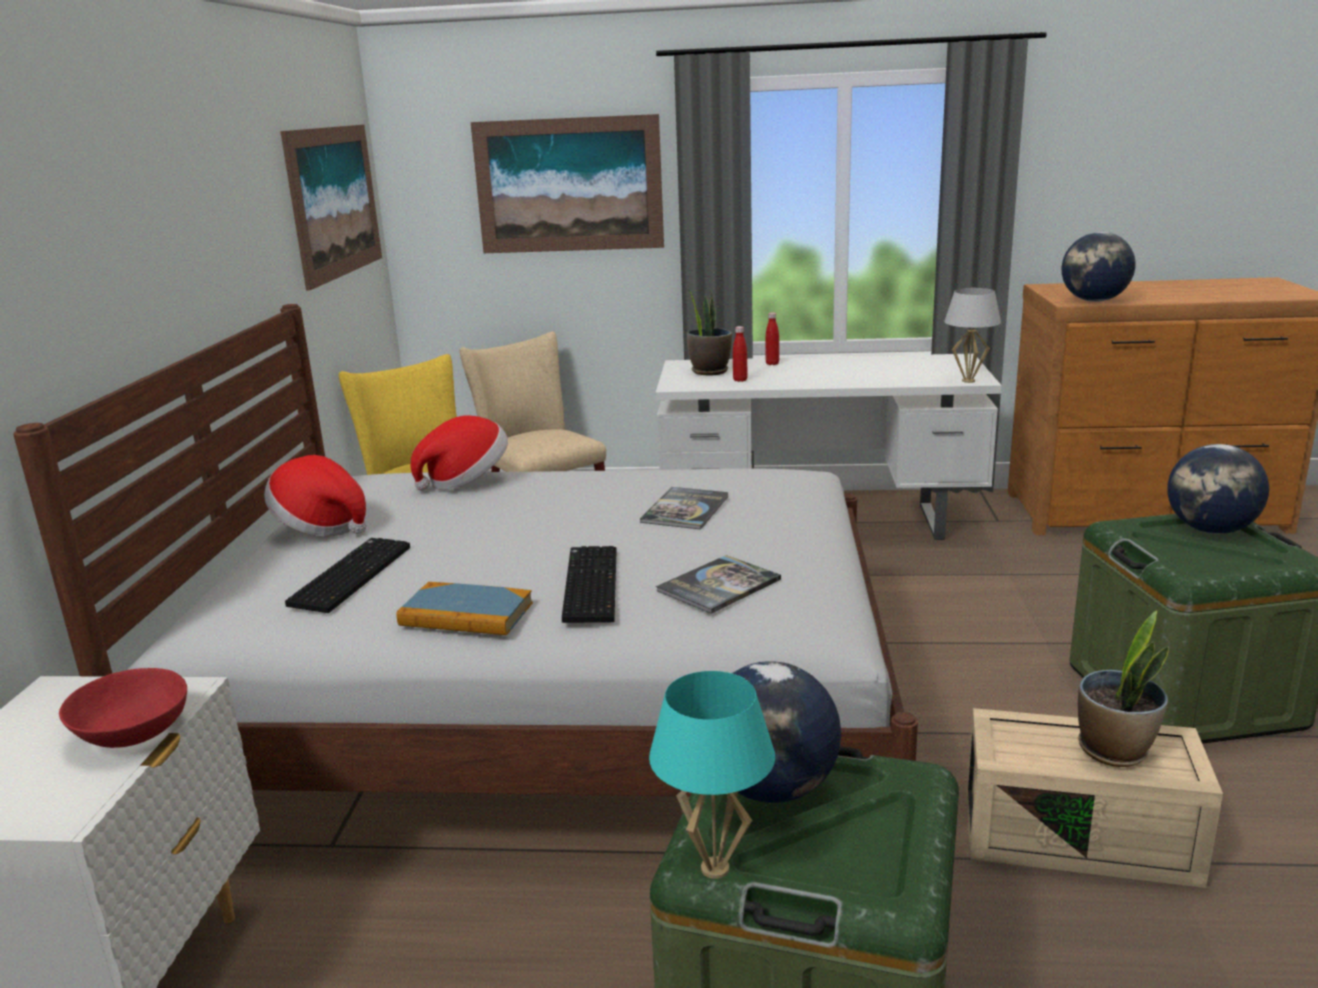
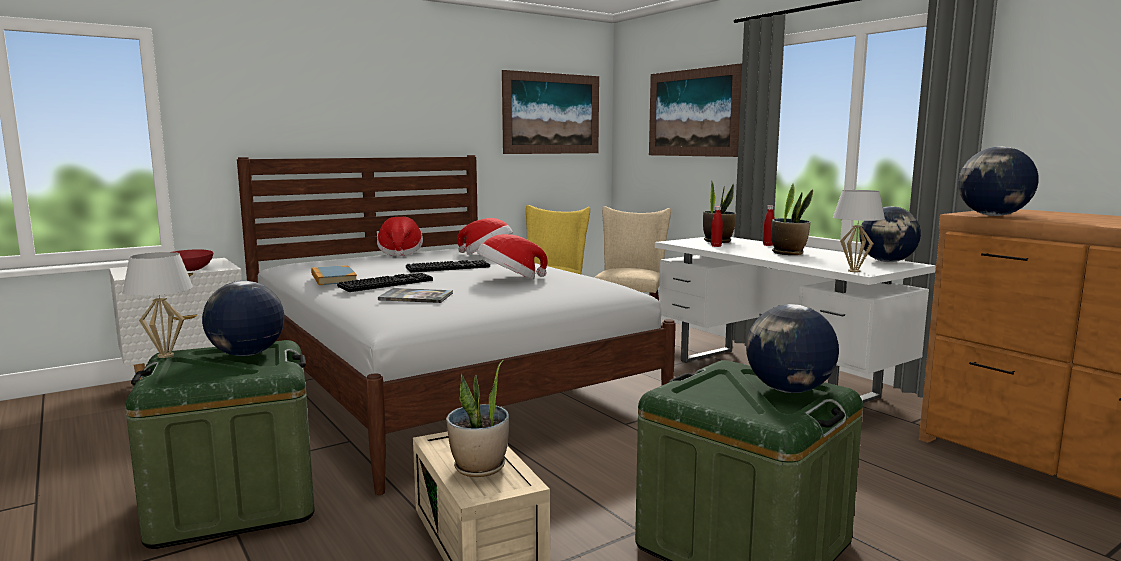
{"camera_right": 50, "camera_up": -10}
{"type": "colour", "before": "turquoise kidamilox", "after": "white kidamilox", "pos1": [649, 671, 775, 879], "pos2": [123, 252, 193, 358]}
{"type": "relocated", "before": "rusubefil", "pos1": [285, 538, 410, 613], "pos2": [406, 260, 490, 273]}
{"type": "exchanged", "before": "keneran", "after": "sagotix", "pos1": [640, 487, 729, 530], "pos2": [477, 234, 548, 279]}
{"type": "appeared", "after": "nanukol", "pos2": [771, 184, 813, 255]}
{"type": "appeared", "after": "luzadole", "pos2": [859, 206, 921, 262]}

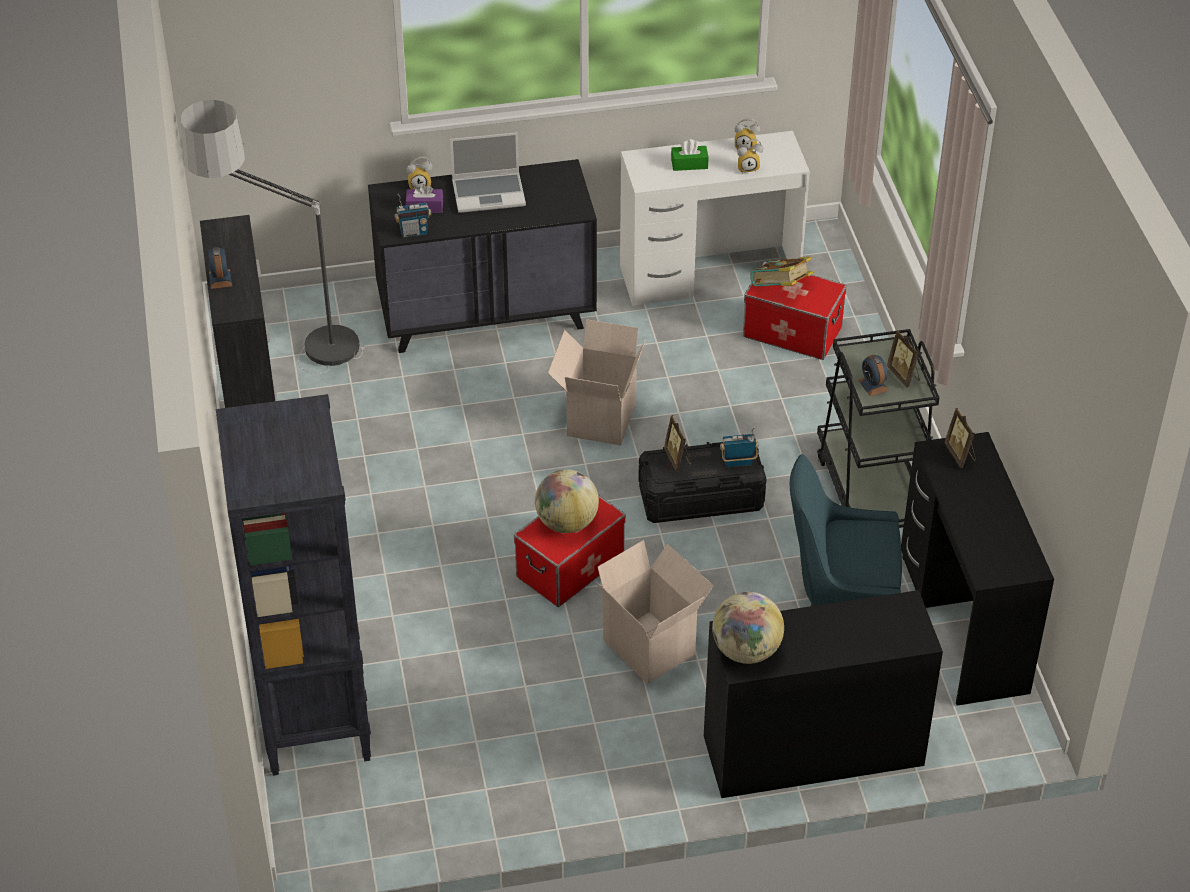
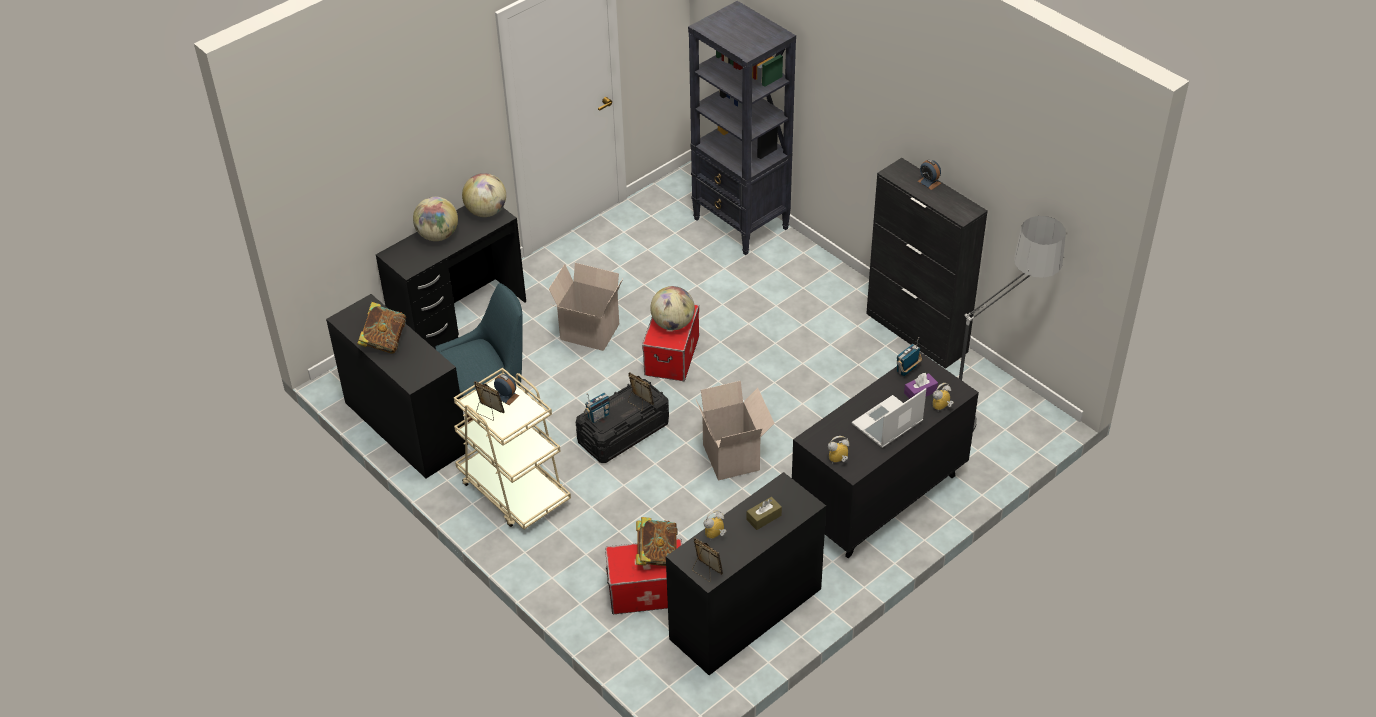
{"camera_right": 150, "camera_up": 0}
{"type": "appeared", "after": "keneran", "pos2": [357, 302, 406, 354]}
{"type": "appeared", "after": "luzadole", "pos2": [413, 197, 458, 241]}
{"type": "colour", "before": "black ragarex", "after": "beige ragarex", "pos1": [817, 329, 940, 528], "pos2": [454, 368, 571, 529]}
{"type": "colour", "before": "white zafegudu", "after": "black zafegudu", "pos1": [620, 131, 810, 306], "pos2": [666, 472, 826, 675]}
{"type": "relocated", "before": "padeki", "pos1": [944, 407, 976, 468], "pos2": [692, 538, 723, 582]}
{"type": "colour", "before": "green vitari", "after": "brown vitari", "pos1": [671, 139, 709, 171], "pos2": [747, 497, 782, 530]}
{"type": "relocated", "before": "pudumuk", "pos1": [735, 118, 760, 150], "pos2": [828, 436, 849, 464]}

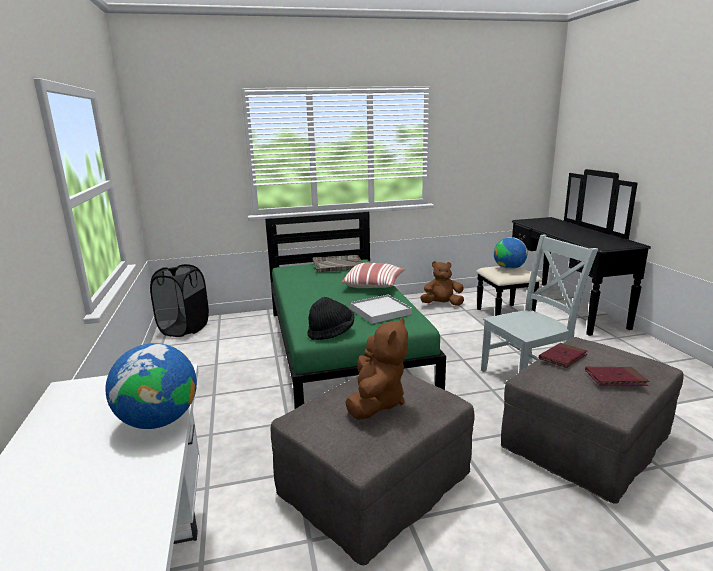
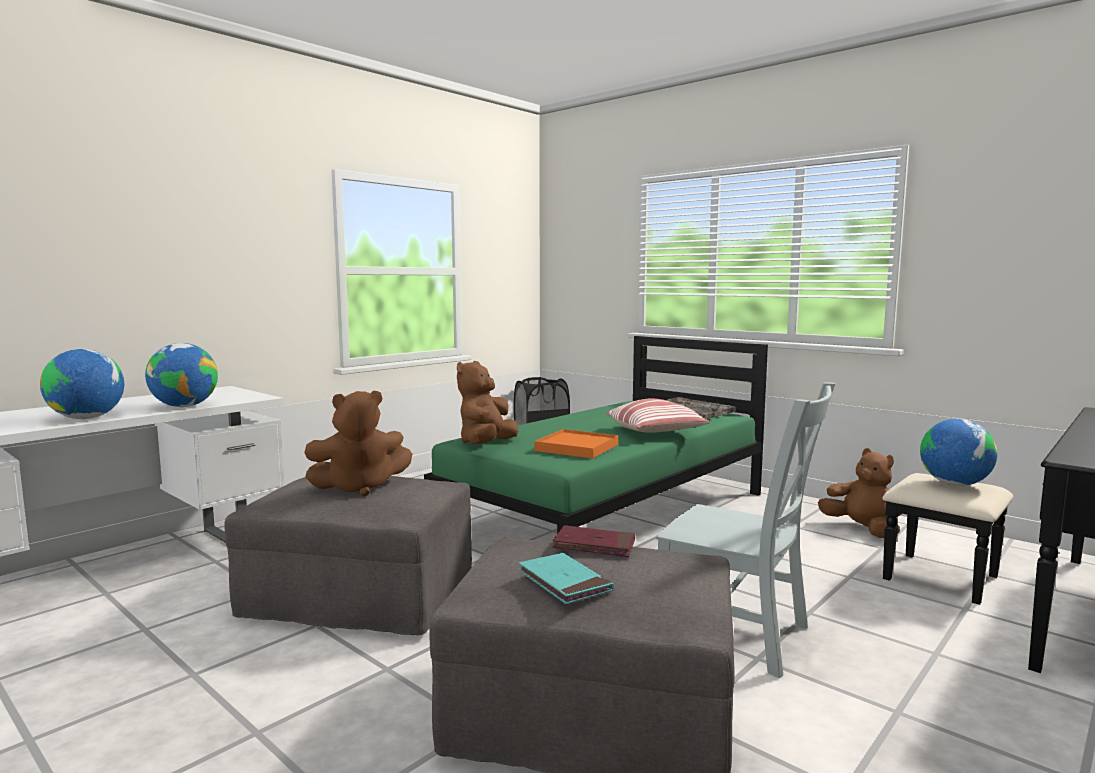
{"camera_right": 55, "camera_up": -10}
{"type": "appeared", "after": "luzadole", "pos2": [40, 349, 124, 419]}
{"type": "exchanged", "before": "black sagotix", "after": "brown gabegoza", "pos1": [307, 297, 354, 340], "pos2": [457, 361, 518, 444]}
{"type": "colour", "before": "red keneran", "after": "turquoise keneran", "pos1": [585, 367, 649, 386], "pos2": [518, 553, 613, 604]}
{"type": "colour", "before": "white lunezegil", "after": "orange lunezegil", "pos1": [350, 295, 412, 324], "pos2": [534, 429, 618, 459]}

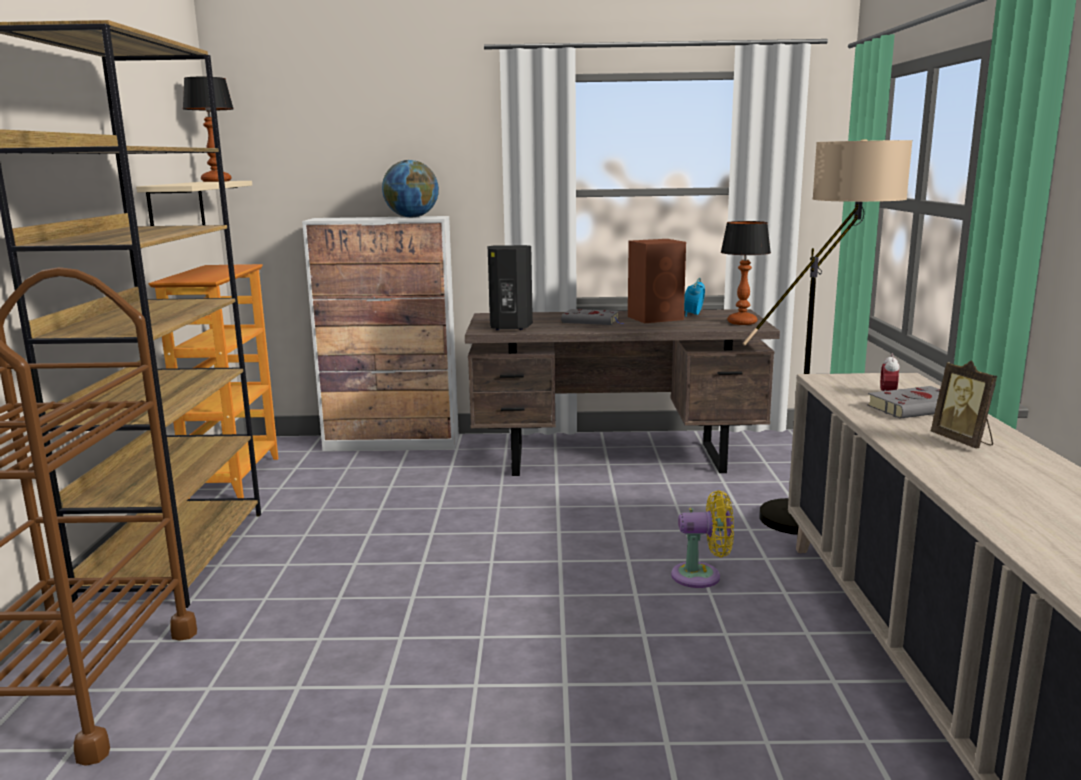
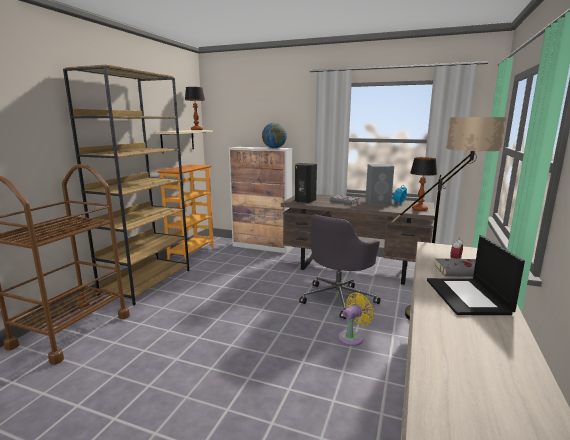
{"camera_right": 20, "camera_up": 0}
{"type": "appeared", "after": "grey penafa", "pos2": [299, 214, 380, 319]}
{"type": "spun", "before": "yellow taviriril", "pos1": [671, 490, 734, 588], "pos2": [338, 293, 374, 346], "turn": -60}
{"type": "colour", "before": "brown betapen", "after": "grey betapen", "pos1": [628, 239, 686, 323], "pos2": [365, 164, 394, 205]}
{"type": "exchanged", "before": "padeki", "after": "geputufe", "pos1": [931, 360, 997, 448], "pos2": [427, 235, 525, 315]}

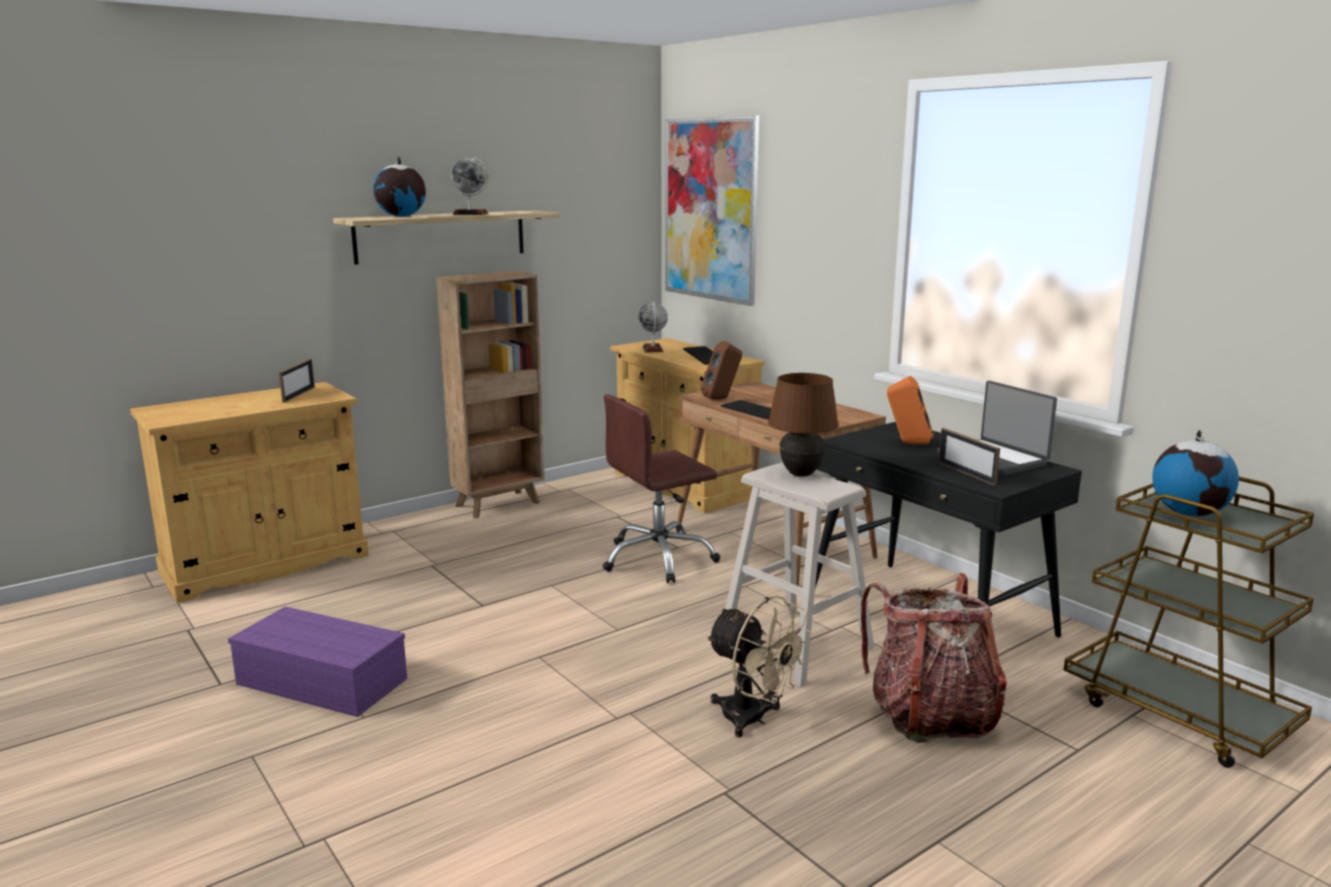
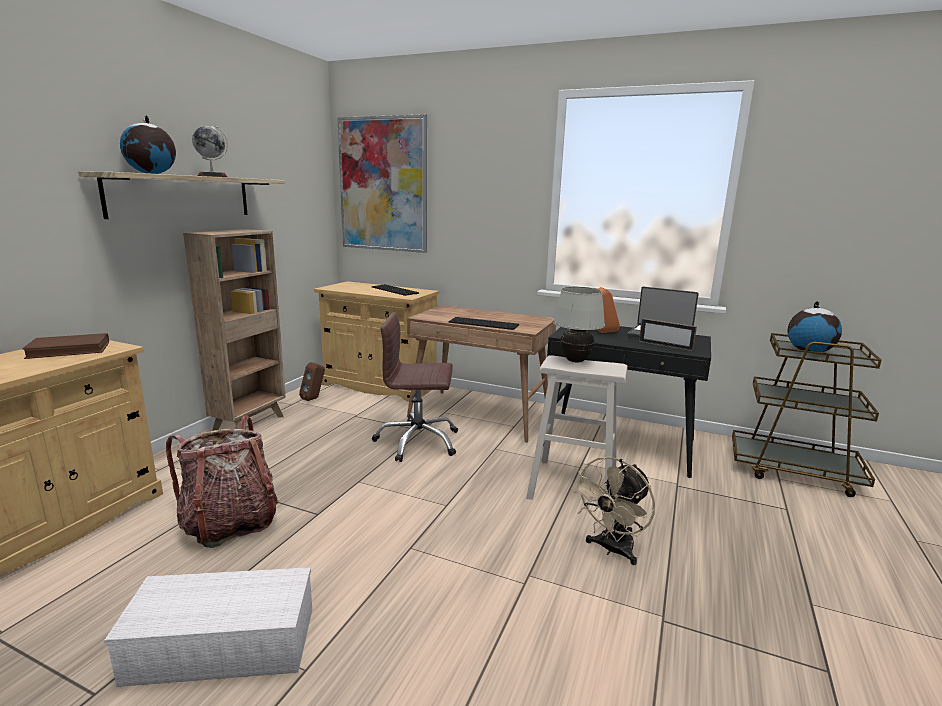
{"camera_right": -30, "camera_up": 0}
{"type": "exchanged", "before": "padeki", "after": "brown keneran", "pos1": [279, 359, 315, 403], "pos2": [22, 333, 109, 359]}
{"type": "colour", "before": "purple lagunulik", "after": "white lagunulik", "pos1": [228, 607, 407, 717], "pos2": [104, 567, 312, 687]}
{"type": "relocated", "before": "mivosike", "pos1": [861, 573, 1007, 743], "pos2": [166, 415, 278, 548]}
{"type": "relocated", "before": "brown betapen", "pos1": [701, 341, 742, 399], "pos2": [299, 362, 325, 401]}
{"type": "spun", "before": "brown penafa", "pos1": [603, 394, 720, 583], "pos2": [372, 312, 458, 462], "turn": 60}
{"type": "colour", "before": "brown kidamilox", "after": "white kidamilox", "pos1": [768, 373, 839, 476], "pos2": [553, 287, 605, 362]}
{"type": "spun", "before": "beige taviriril", "pos1": [706, 596, 813, 738], "pos2": [571, 457, 655, 565], "turn": 120}
{"type": "missing", "before": "luzadole", "pos1": [638, 301, 668, 353]}

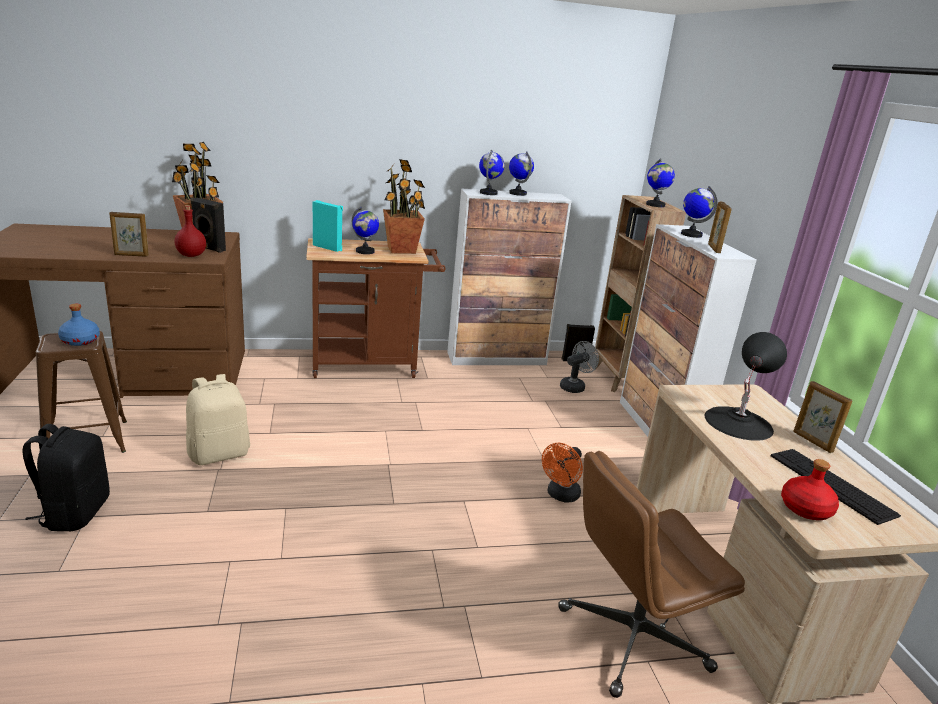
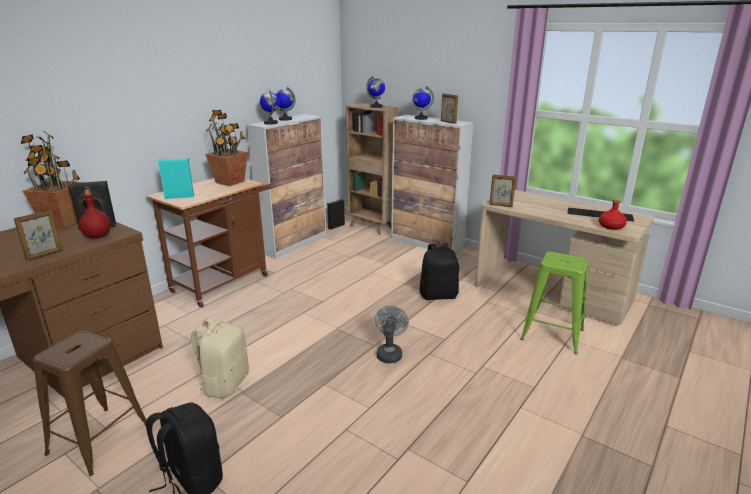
{"camera_right": -40, "camera_up": 0}
{"type": "relocated", "before": "grey taviriril", "pos1": [560, 341, 599, 393], "pos2": [375, 306, 409, 363]}
{"type": "exchanged", "before": "orange taviriril", "after": "black mivosike", "pos1": [542, 443, 583, 503], "pos2": [419, 243, 459, 300]}
{"type": "relocated", "before": "padeki", "pos1": [793, 381, 853, 453], "pos2": [489, 175, 516, 207]}
{"type": "exchanged", "before": "brown penafa", "after": "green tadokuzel", "pos1": [558, 451, 745, 698], "pos2": [521, 252, 589, 354]}
{"type": "missing", "before": "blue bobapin", "pos1": [58, 304, 100, 346]}
{"type": "missing", "before": "luzadole", "pos1": [352, 206, 379, 254]}
{"type": "missing", "before": "black kidamilox", "pos1": [705, 332, 787, 441]}

